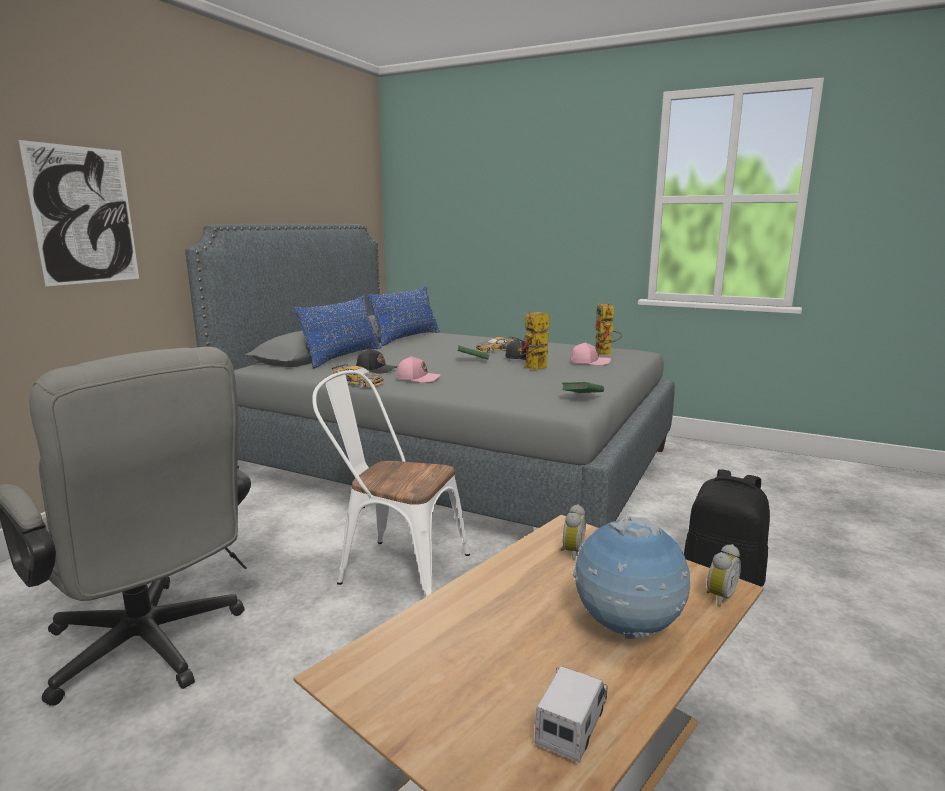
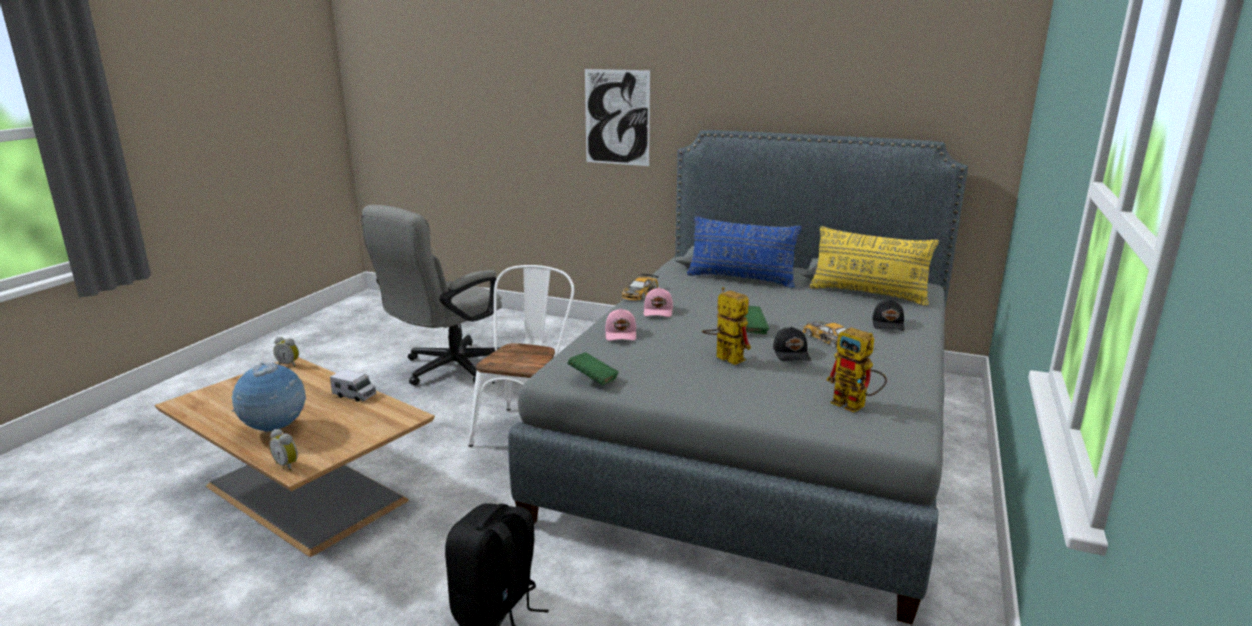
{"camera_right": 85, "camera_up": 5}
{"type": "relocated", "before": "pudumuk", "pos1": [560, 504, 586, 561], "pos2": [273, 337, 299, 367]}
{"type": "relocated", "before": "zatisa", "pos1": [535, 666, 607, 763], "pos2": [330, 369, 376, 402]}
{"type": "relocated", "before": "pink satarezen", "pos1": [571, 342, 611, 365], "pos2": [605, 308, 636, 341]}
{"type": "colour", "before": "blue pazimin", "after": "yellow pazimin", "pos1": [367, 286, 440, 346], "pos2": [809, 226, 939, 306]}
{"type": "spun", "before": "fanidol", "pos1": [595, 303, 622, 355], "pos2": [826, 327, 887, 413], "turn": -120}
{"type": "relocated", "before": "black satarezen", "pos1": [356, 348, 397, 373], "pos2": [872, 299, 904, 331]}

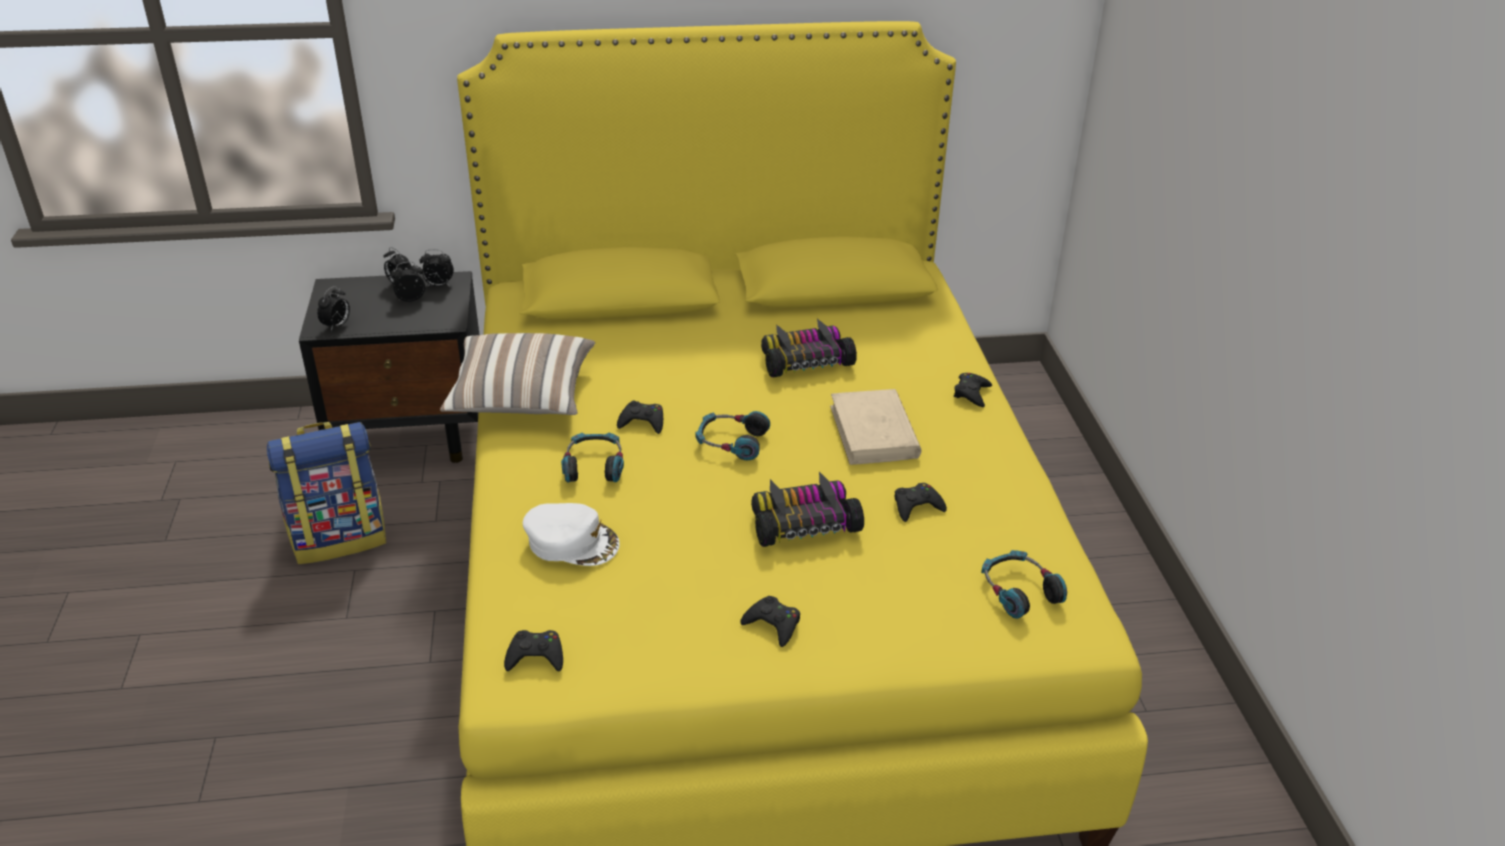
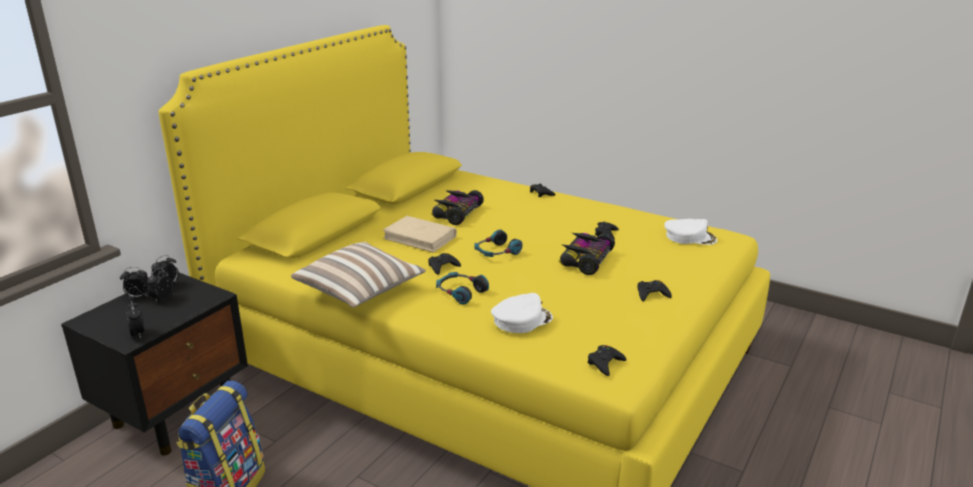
{"camera_right": -50, "camera_up": -10}
{"type": "relocated", "before": "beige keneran", "pos1": [830, 389, 922, 465], "pos2": [383, 216, 457, 252]}
{"type": "exchanged", "before": "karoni", "after": "white satarezen", "pos1": [981, 550, 1067, 619], "pos2": [664, 219, 717, 245]}

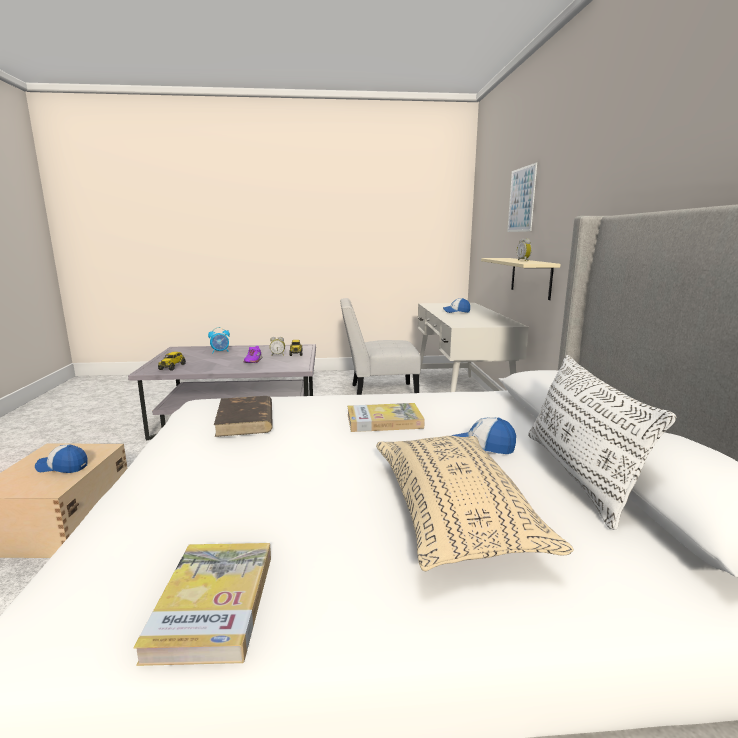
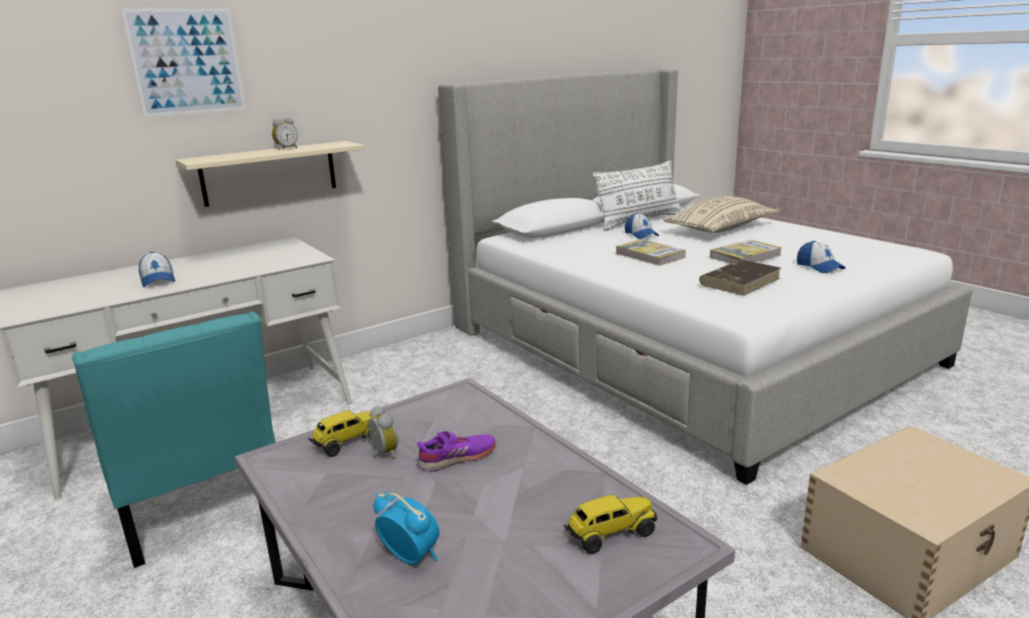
{"camera_right": -120, "camera_up": 5}
{"type": "colour", "before": "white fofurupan", "after": "turquoise fofurupan", "pos1": [340, 298, 421, 395], "pos2": [72, 311, 276, 568]}
{"type": "relocated", "before": "keneran", "pos1": [133, 543, 271, 666], "pos2": [710, 240, 782, 264]}
{"type": "relocated", "before": "satarezen", "pos1": [35, 444, 87, 473], "pos2": [797, 241, 846, 273]}

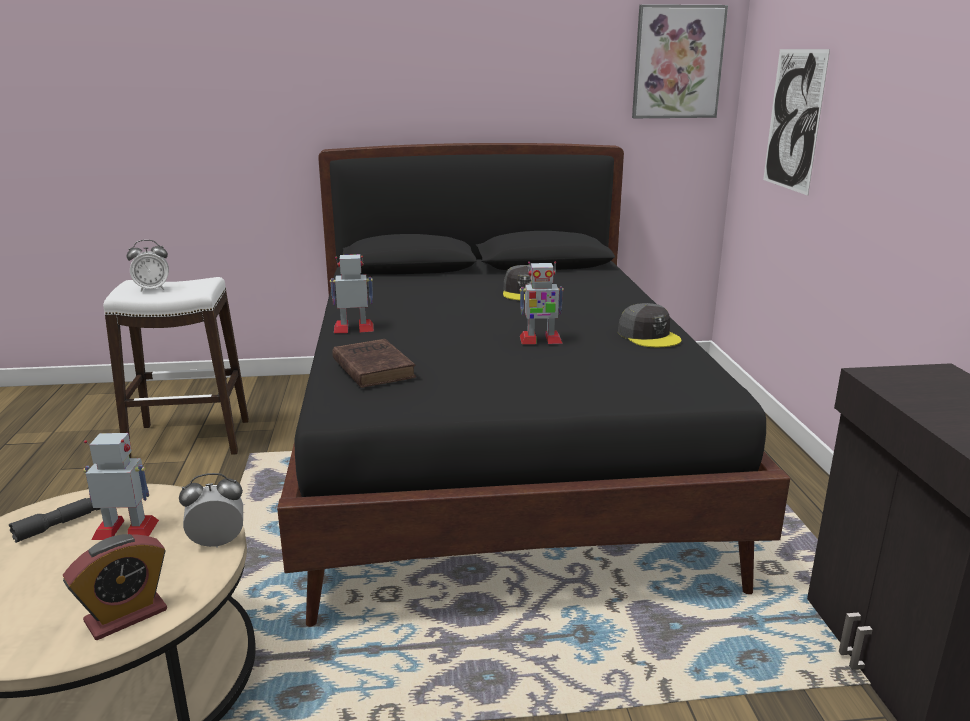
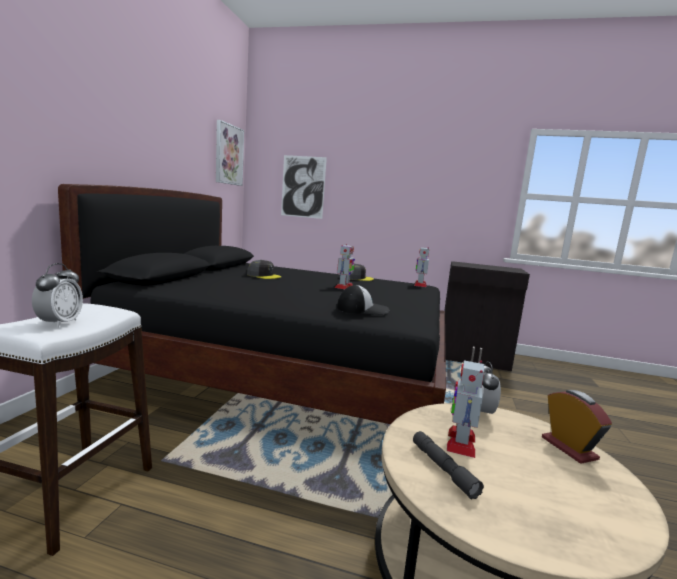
{"camera_right": -70, "camera_up": -10}
{"type": "exchanged", "before": "brown keneran", "after": "satarezen", "pos1": [332, 339, 416, 388], "pos2": [337, 285, 389, 315]}
{"type": "relocated", "before": "fanidol", "pos1": [330, 254, 374, 333], "pos2": [414, 247, 429, 287]}

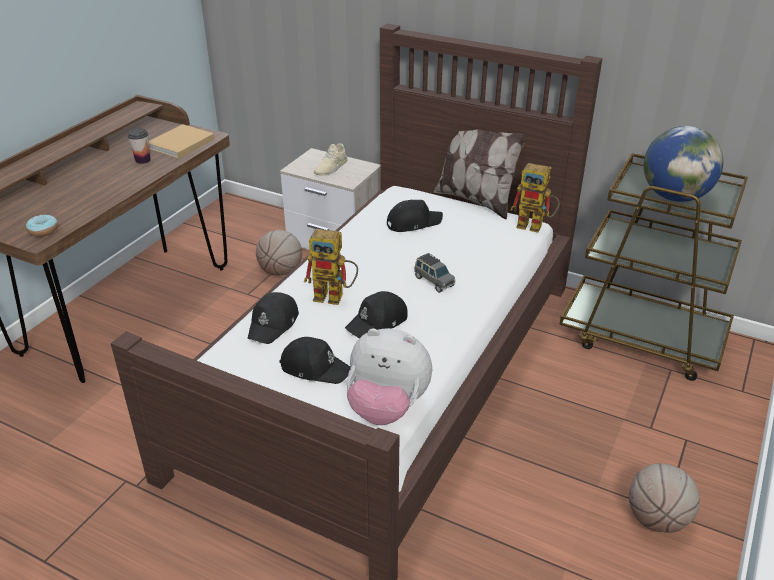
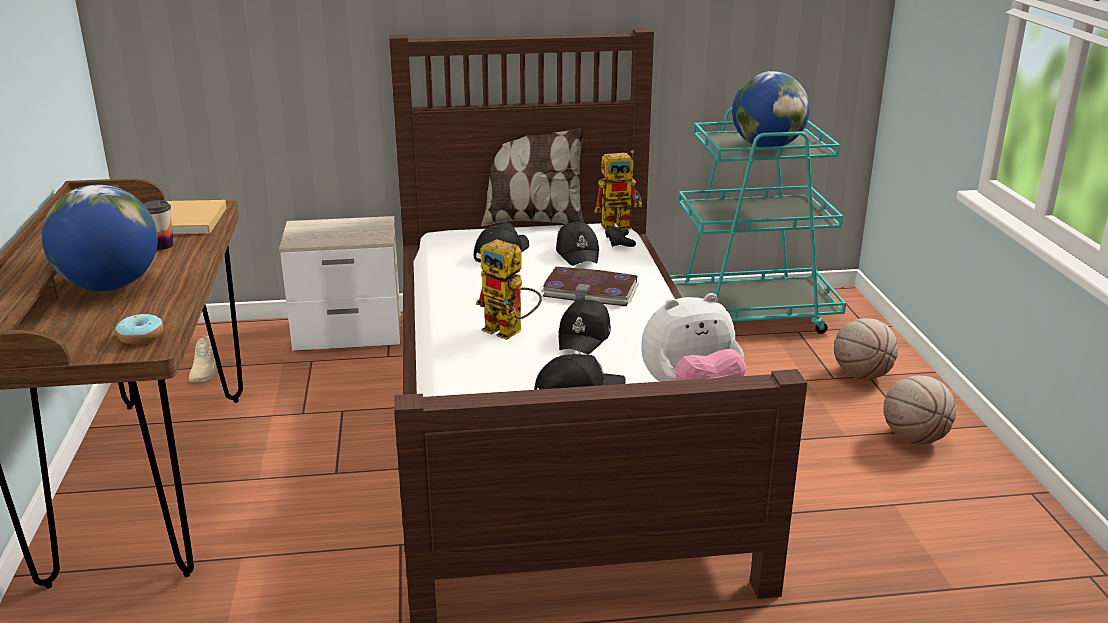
{"camera_right": -35, "camera_up": -10}
{"type": "appeared", "after": "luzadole", "pos2": [42, 185, 157, 291]}
{"type": "relocated", "before": "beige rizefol", "pos1": [314, 143, 347, 176], "pos2": [189, 336, 219, 382]}
{"type": "spun", "before": "fanidol", "pos1": [304, 229, 358, 305], "pos2": [476, 239, 542, 340], "turn": 60}
{"type": "exchanged", "before": "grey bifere", "after": "keneran", "pos1": [414, 253, 456, 293], "pos2": [541, 267, 639, 306]}
{"type": "relocated", "before": "black satarezen", "pos1": [247, 292, 299, 344], "pos2": [556, 222, 599, 266]}
{"type": "appeared", "after": "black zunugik", "pos2": [605, 227, 636, 247]}
{"type": "colour", "before": "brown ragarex", "after": "turquoise ragarex", "pos1": [559, 153, 748, 381], "pos2": [670, 107, 846, 334]}
{"type": "relocated", "before": "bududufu", "pos1": [256, 230, 302, 276], "pos2": [834, 318, 898, 380]}

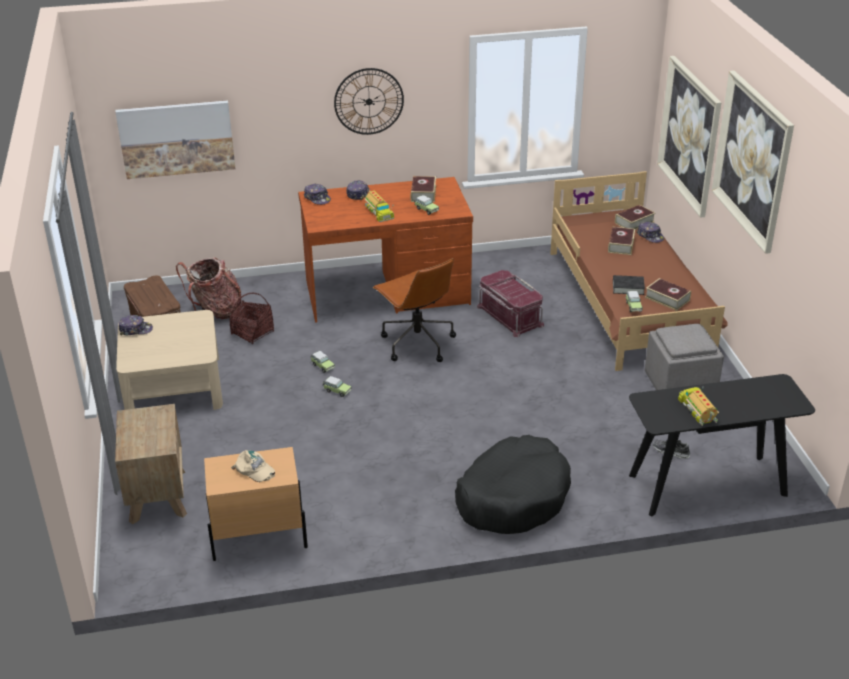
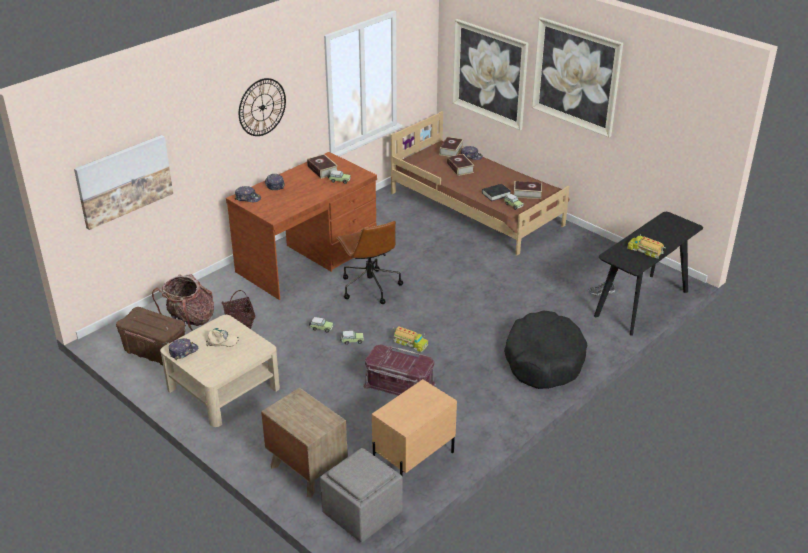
{"camera_right": -35, "camera_up": 0}
{"type": "relocated", "before": "beige satarezen", "pos1": [231, 450, 275, 482], "pos2": [206, 328, 239, 347]}
{"type": "relocated", "before": "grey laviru", "pos1": [645, 324, 724, 390], "pos2": [320, 448, 403, 542]}
{"type": "spun", "before": "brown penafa", "pos1": [373, 258, 456, 362], "pos2": [336, 221, 403, 304], "turn": 45}
{"type": "relocated", "before": "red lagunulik", "pos1": [477, 270, 544, 337], "pos2": [363, 344, 436, 396]}
{"type": "relocated", "before": "zatisa", "pos1": [364, 191, 394, 222], "pos2": [393, 326, 428, 352]}

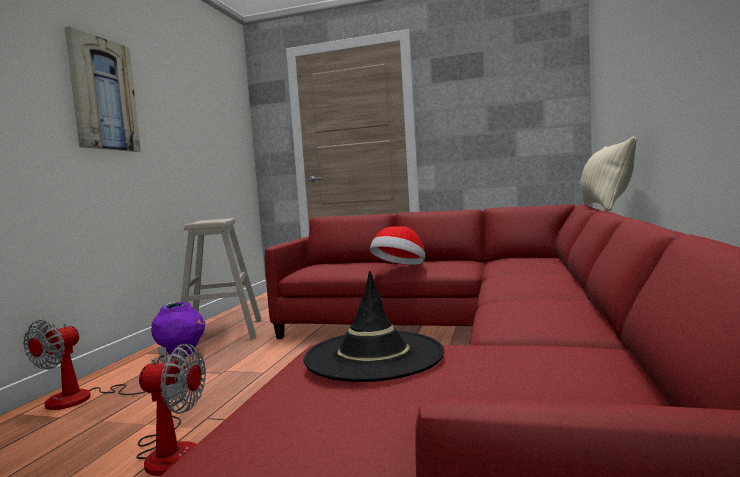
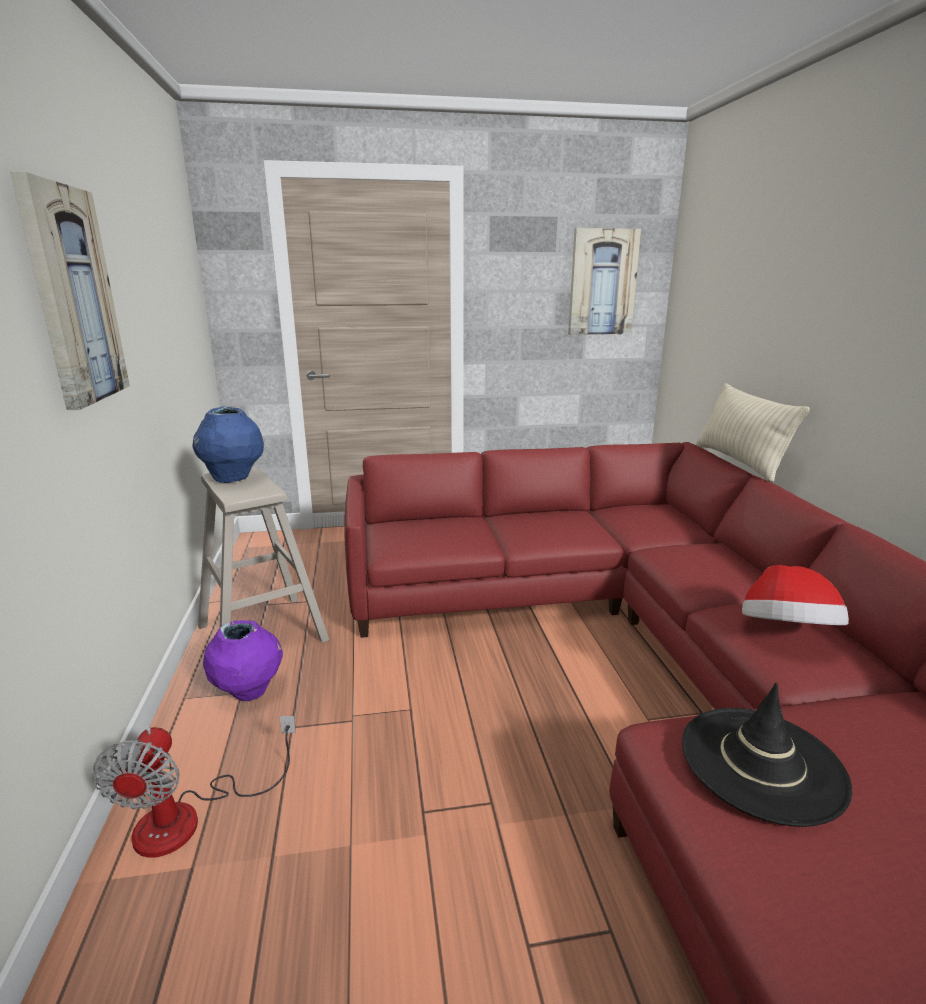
{"camera_right": -25, "camera_up": 15}
{"type": "appeared", "after": "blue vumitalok", "pos2": [192, 407, 264, 483]}
{"type": "appeared", "after": "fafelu", "pos2": [568, 228, 641, 335]}
{"type": "relocated", "before": "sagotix", "pos1": [370, 226, 425, 265], "pos2": [742, 565, 849, 625]}
{"type": "missing", "before": "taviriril", "pos1": [136, 344, 206, 476]}

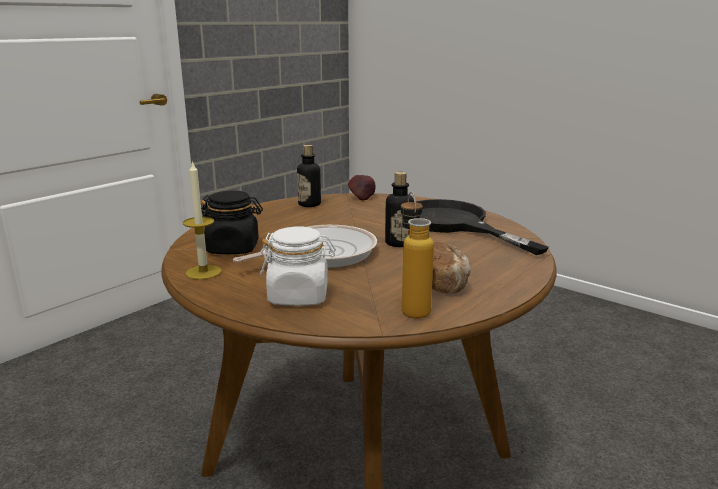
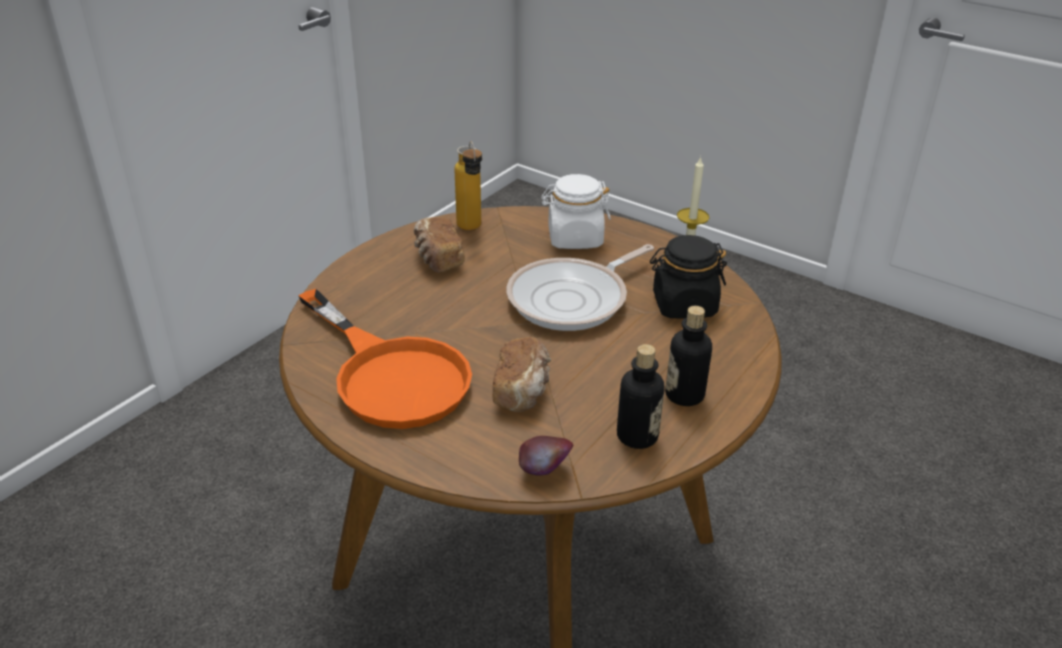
{"camera_right": 175, "camera_up": 15}
{"type": "colour", "before": "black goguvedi", "after": "orange goguvedi", "pos1": [416, 199, 549, 255], "pos2": [298, 289, 472, 429]}
{"type": "appeared", "after": "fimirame", "pos2": [492, 337, 552, 412]}
{"type": "relocated", "before": "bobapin", "pos1": [385, 172, 414, 247], "pos2": [665, 306, 712, 406]}

